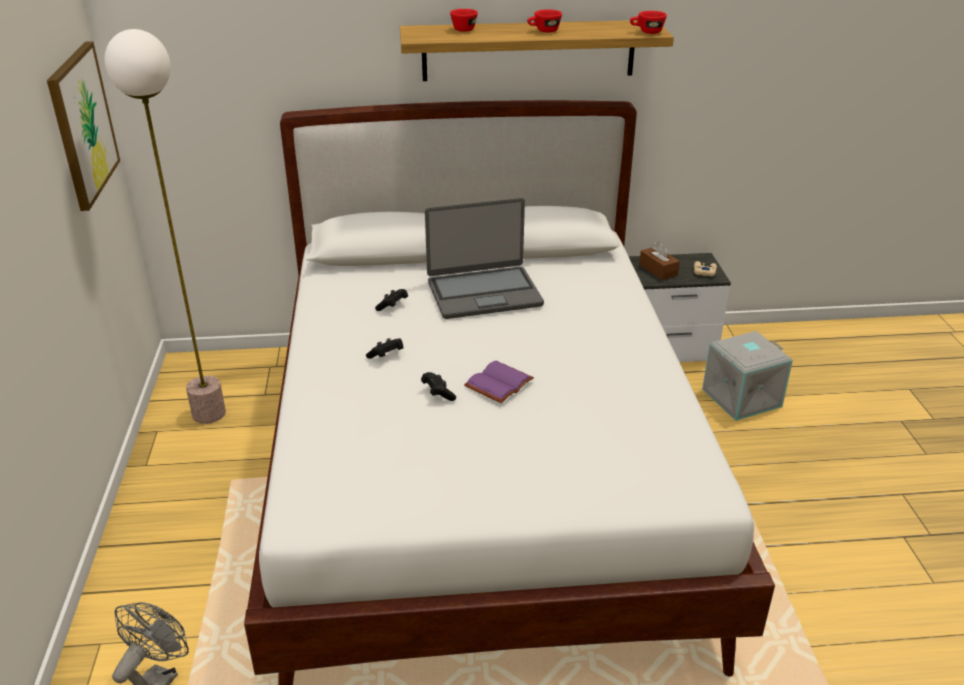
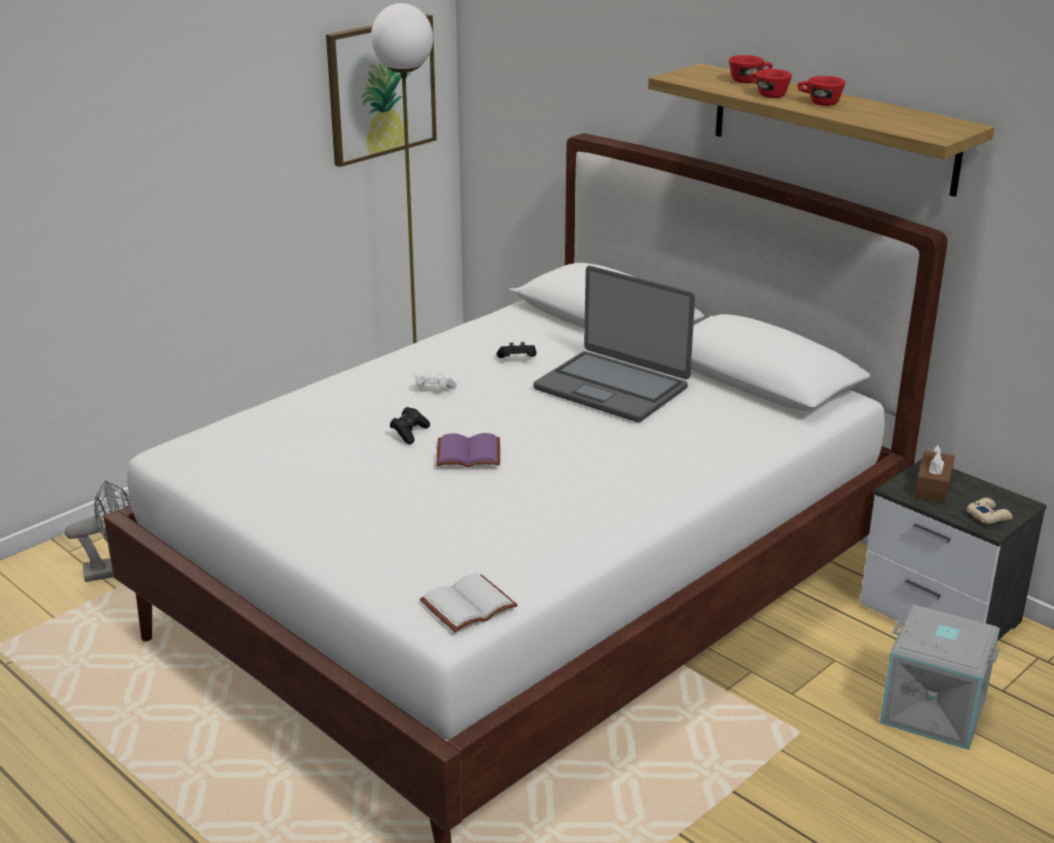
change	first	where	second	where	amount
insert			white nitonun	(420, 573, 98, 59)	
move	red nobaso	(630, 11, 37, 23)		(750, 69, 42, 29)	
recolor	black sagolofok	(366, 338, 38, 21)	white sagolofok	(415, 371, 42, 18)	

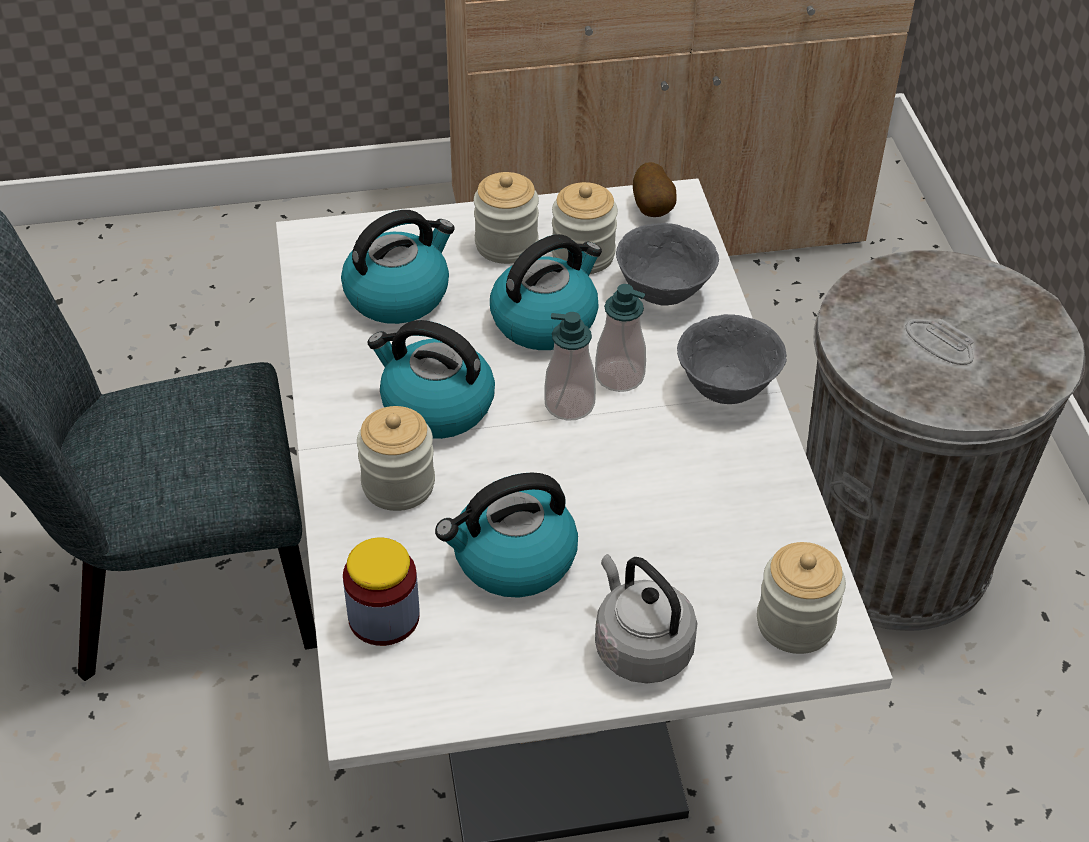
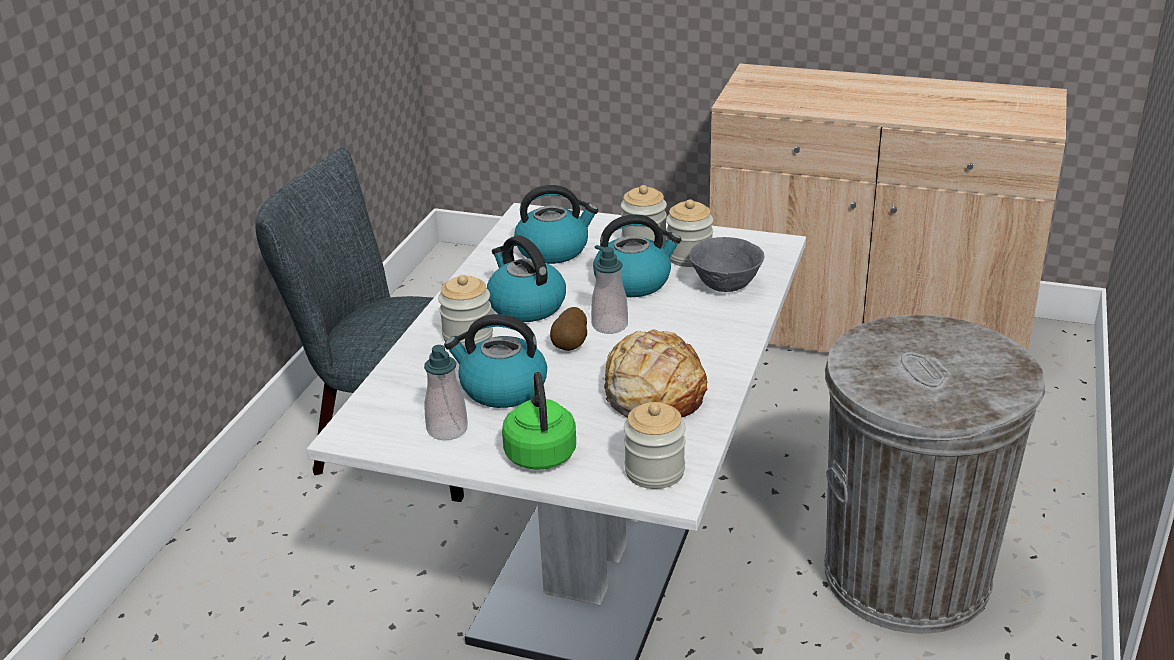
change	first	where	second	where	amount
delete	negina	(343, 538, 77, 108)			
delete	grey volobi	(677, 314, 110, 90)			
insert			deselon	(602, 329, 105, 89)	
move	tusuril	(595, 284, 51, 108)		(424, 345, 44, 95)	
move	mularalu	(633, 162, 44, 55)		(550, 307, 37, 44)	
recolor	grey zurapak	(595, 554, 103, 129)	green zurapak	(502, 372, 74, 98)	

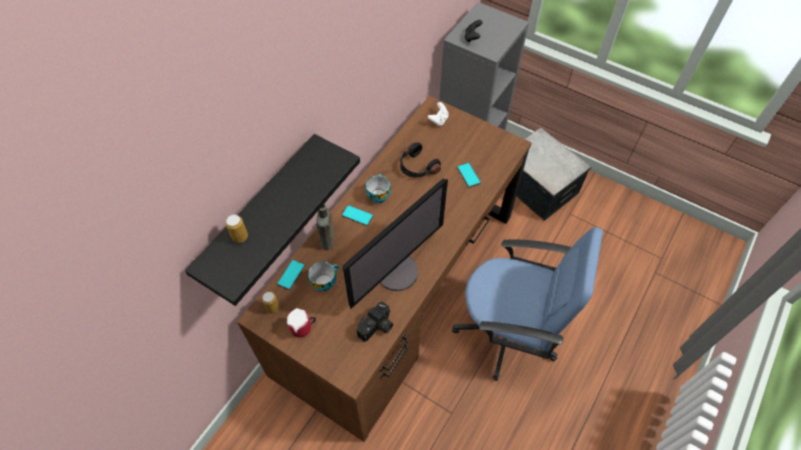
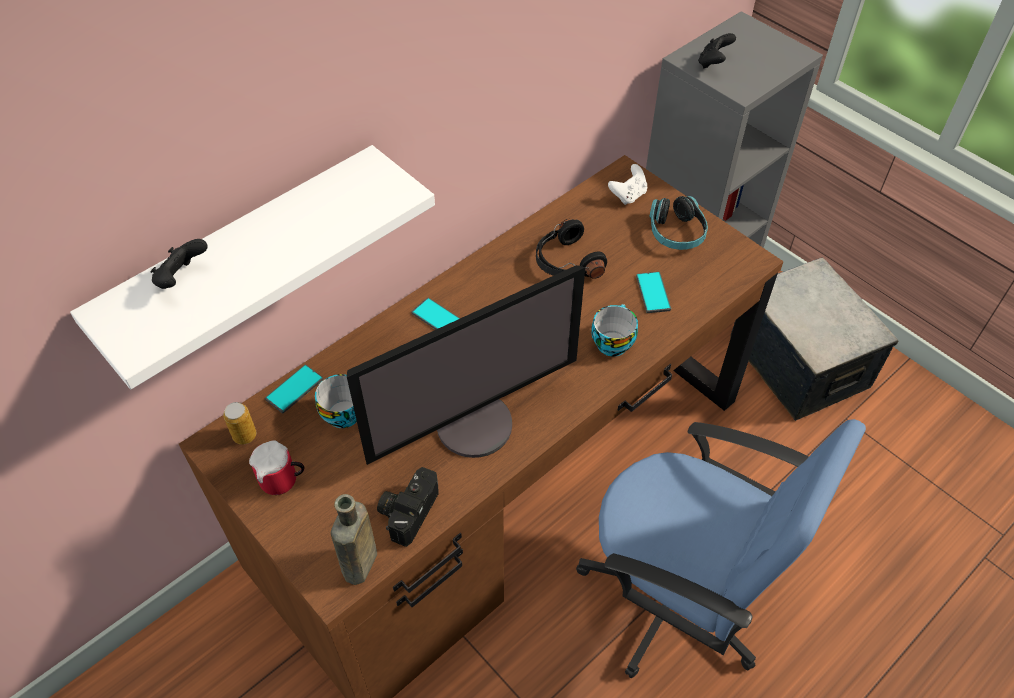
change	first	where	second	where	amount
insert			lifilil	(649, 196, 59, 54)	
move	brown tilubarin	(316, 203, 18, 47)		(331, 494, 46, 91)	
move	nobaso	(366, 174, 25, 29)		(591, 304, 47, 53)	
replace	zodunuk	(225, 214, 23, 29)	black sagolofok	(150, 239, 58, 50)	
recolor	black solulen	(185, 134, 175, 172)	white solulen	(70, 145, 365, 244)	
rotate	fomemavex	(357, 301, 36, 41)		(377, 467, 61, 80)	150 degrees clockwise

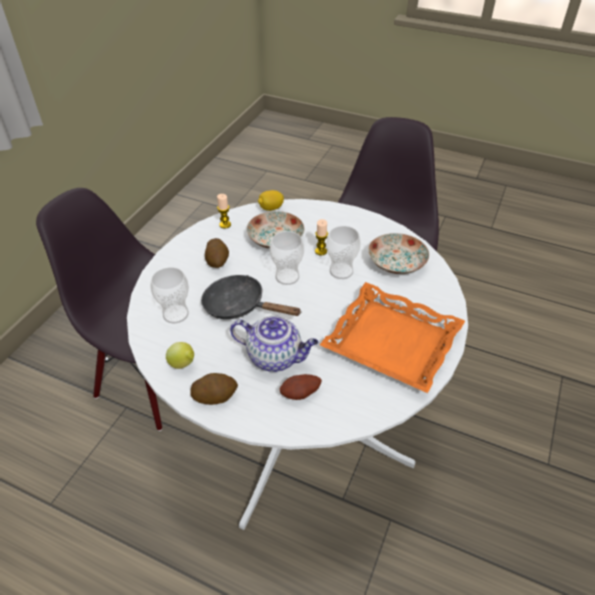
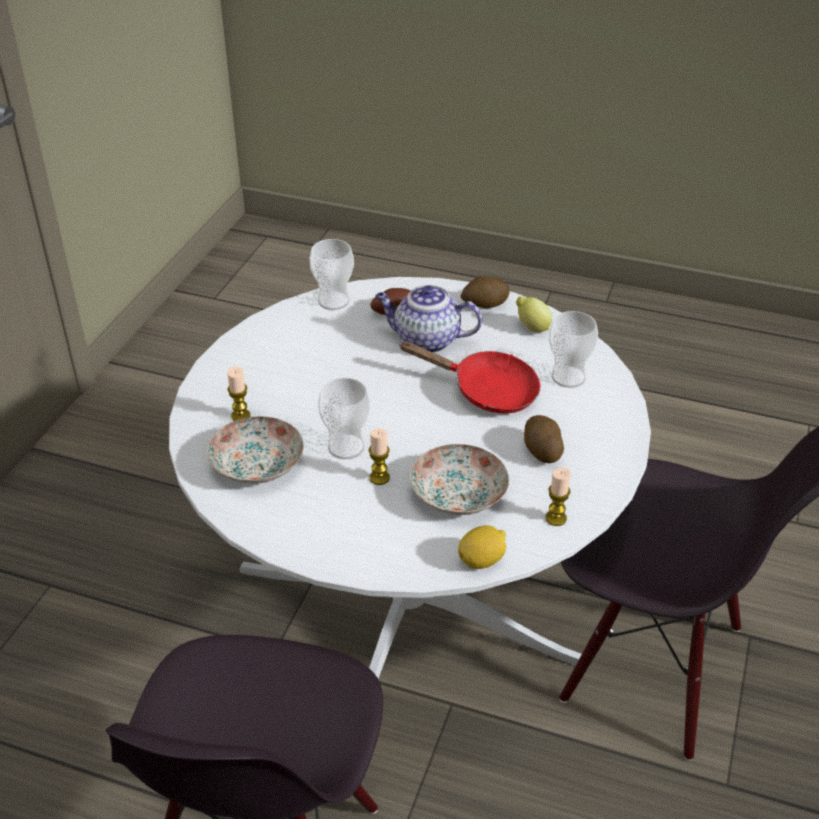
change	first	where	second	where	amount
delete	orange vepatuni	(320, 282, 145, 111)			
insert			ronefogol	(227, 367, 23, 54)	
move	nobaso	(270, 231, 34, 54)		(309, 239, 45, 71)	
recolor	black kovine	(201, 275, 101, 44)	red kovine	(399, 341, 141, 73)	

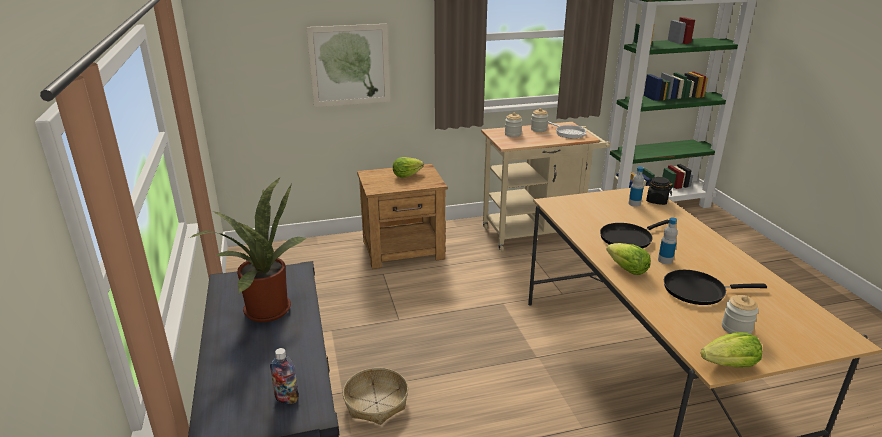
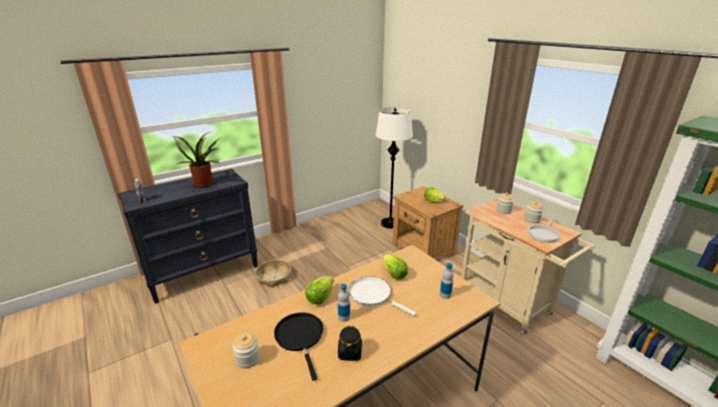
change	first	where	second	where	amount
delete	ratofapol	(306, 24, 84, 83)			
insert			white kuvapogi	(376, 107, 37, 121)	
move	black negina	(646, 177, 27, 28)		(338, 325, 24, 36)	
move	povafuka	(701, 332, 61, 35)		(383, 254, 25, 26)	
recolor	black kovine	(600, 219, 69, 29)	white kovine	(348, 276, 68, 40)	

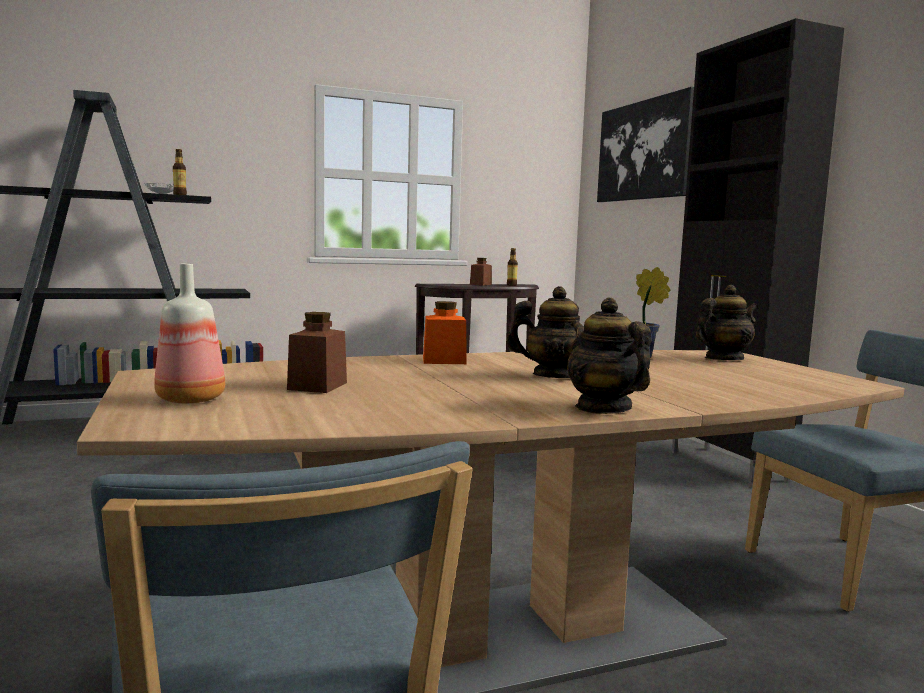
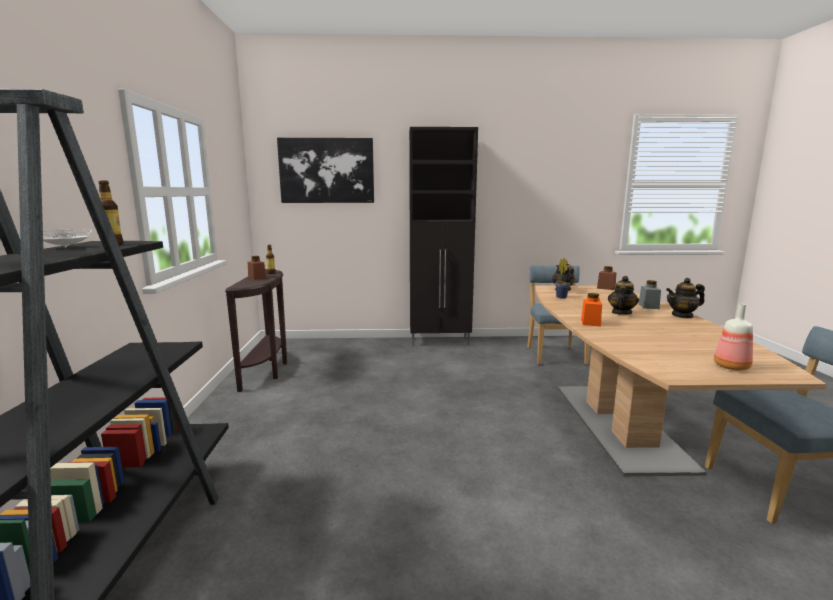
change	first	where	second	where	amount
insert			grey negina	(638, 280, 23, 29)	
move	brown negina	(287, 312, 60, 81)		(597, 266, 19, 24)	

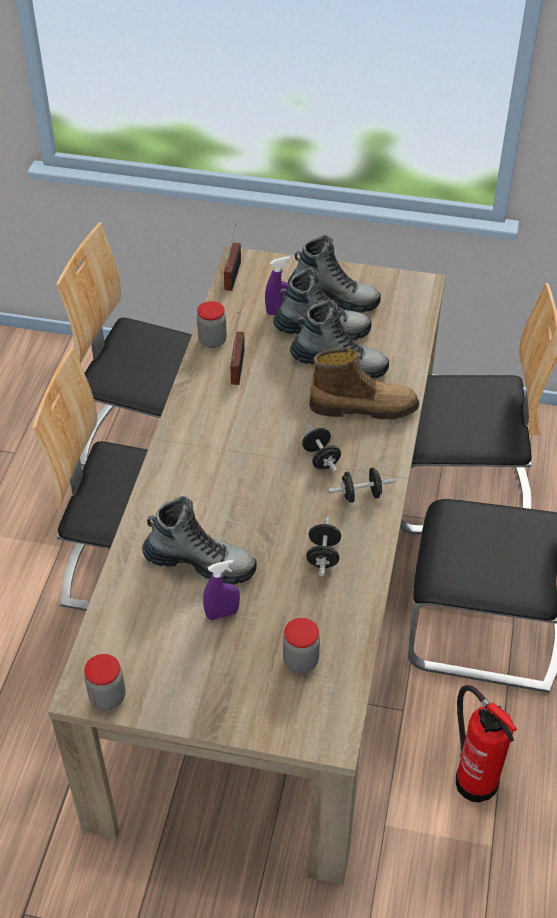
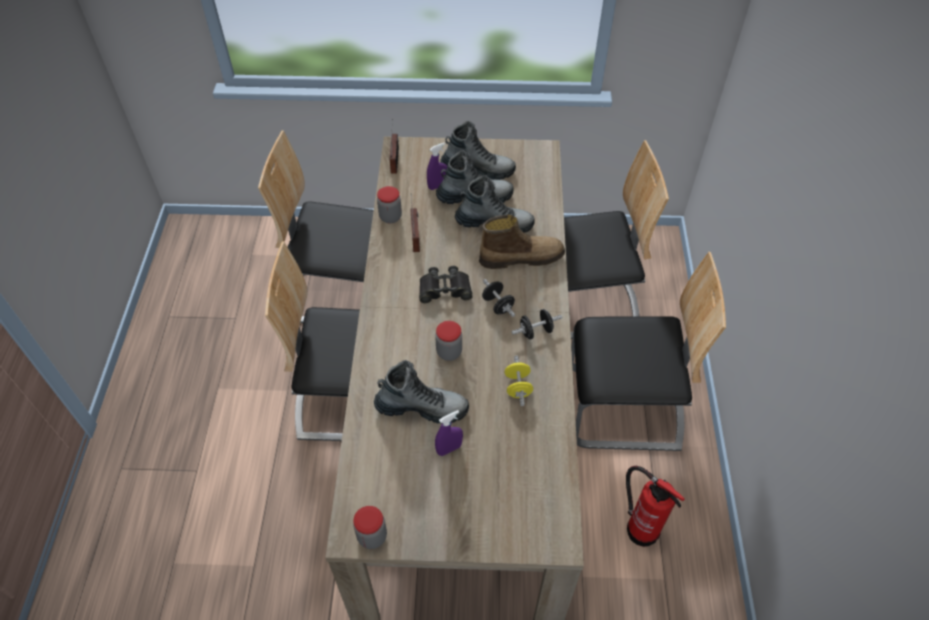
change	first	where	second	where	amount
insert			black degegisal	(419, 266, 54, 37)	
move	negina	(283, 618, 37, 55)		(435, 321, 27, 40)	
recolor	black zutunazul	(306, 517, 35, 59)	yellow zutunazul	(505, 356, 28, 50)	

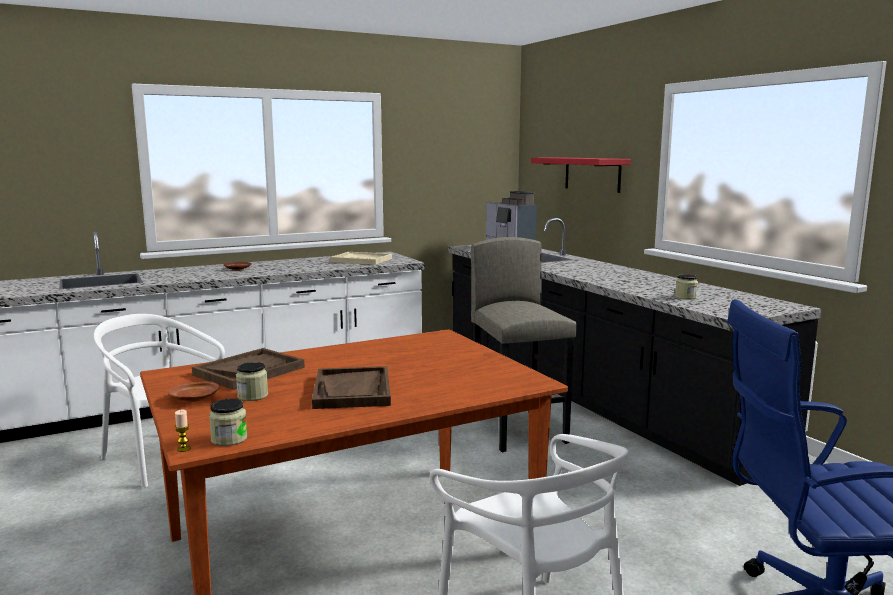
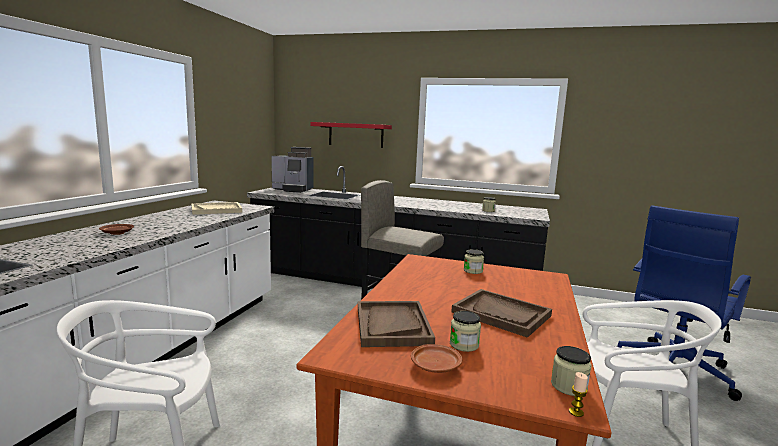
change	first	where	second	where	amount
insert			negina	(464, 249, 20, 25)	

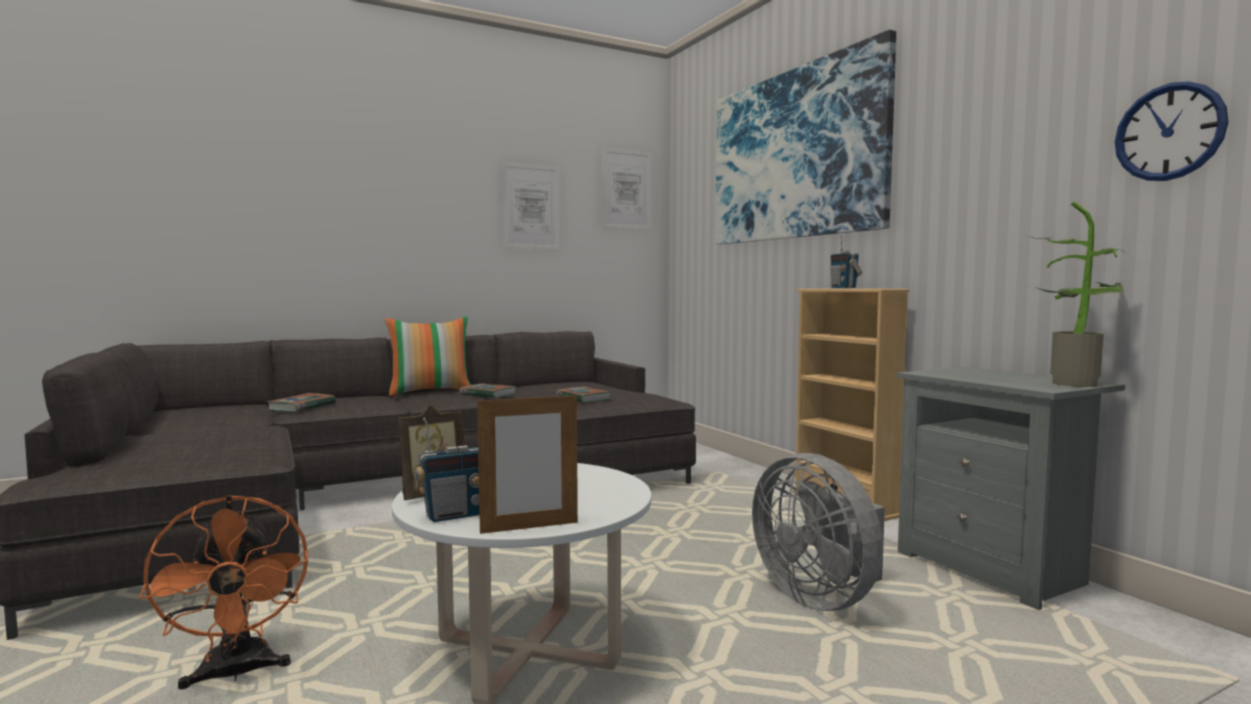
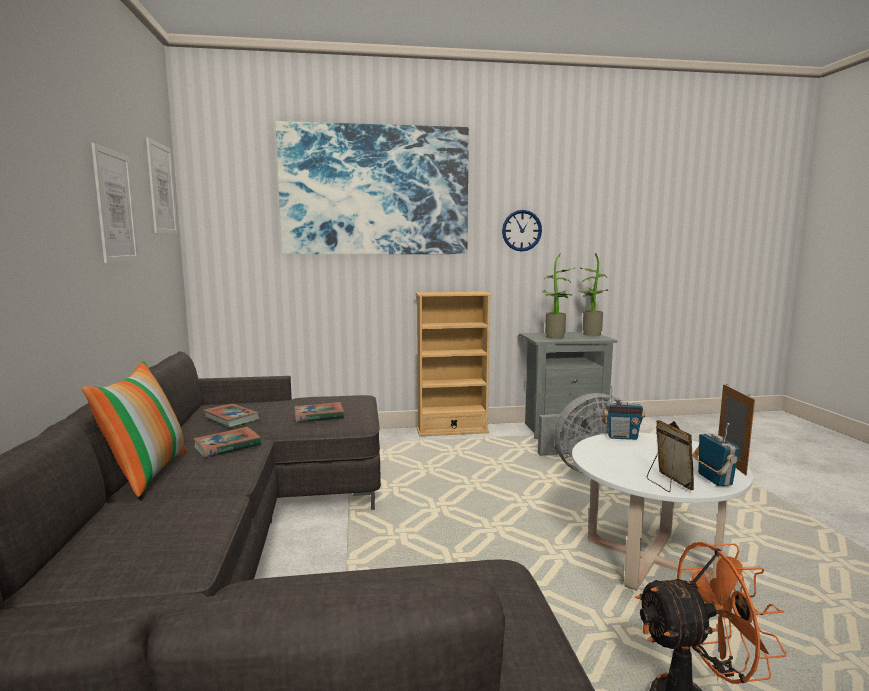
change	first	where	second	where	amount
insert			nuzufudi	(542, 253, 34, 86)	
move	nitonun	(267, 393, 69, 19)		(203, 404, 57, 24)	
move	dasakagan	(831, 236, 31, 52)		(603, 385, 42, 55)	
move	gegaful	(1115, 81, 114, 100)		(502, 210, 40, 42)	

